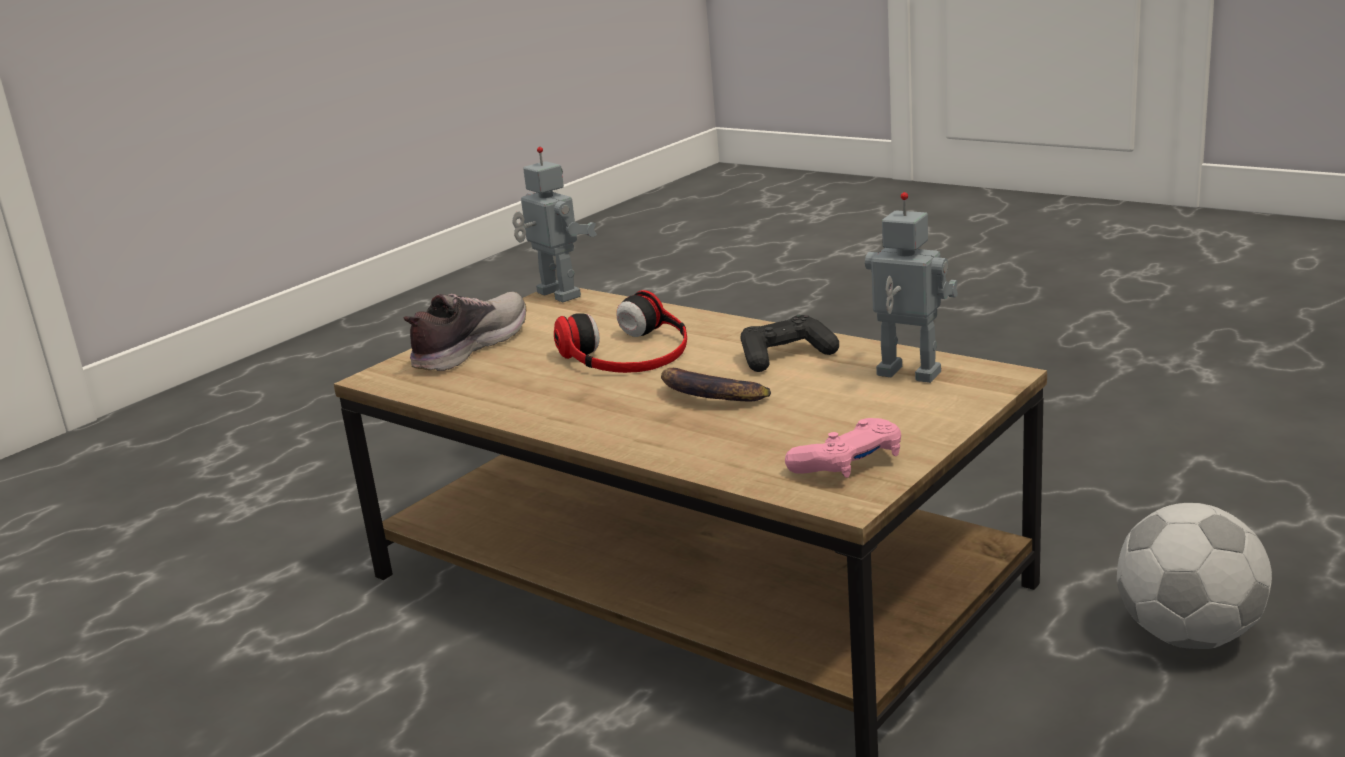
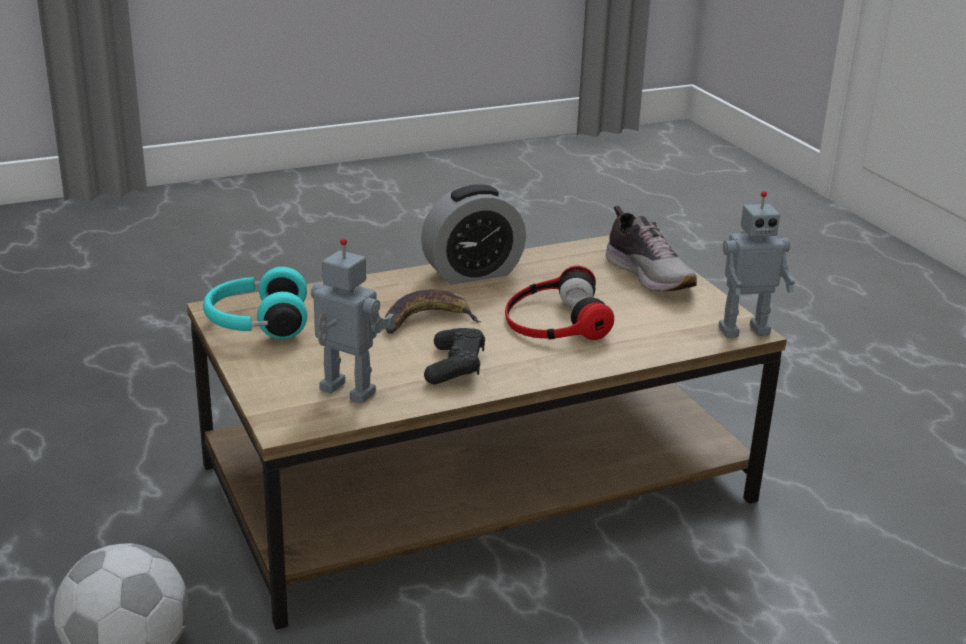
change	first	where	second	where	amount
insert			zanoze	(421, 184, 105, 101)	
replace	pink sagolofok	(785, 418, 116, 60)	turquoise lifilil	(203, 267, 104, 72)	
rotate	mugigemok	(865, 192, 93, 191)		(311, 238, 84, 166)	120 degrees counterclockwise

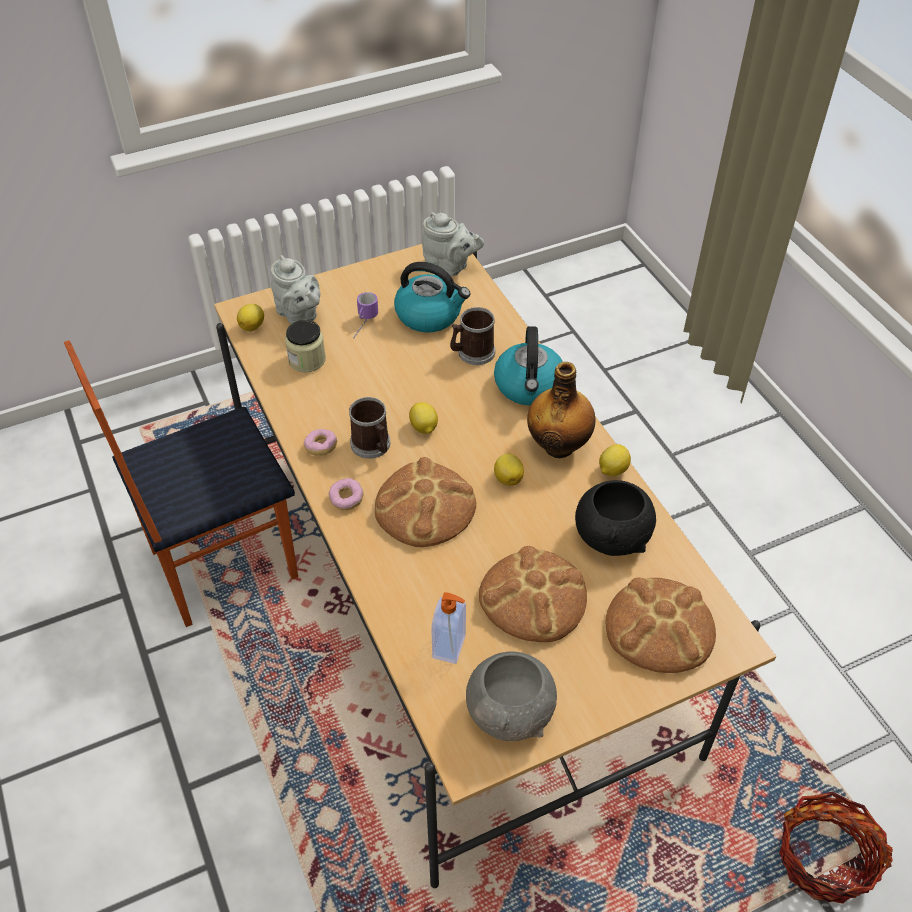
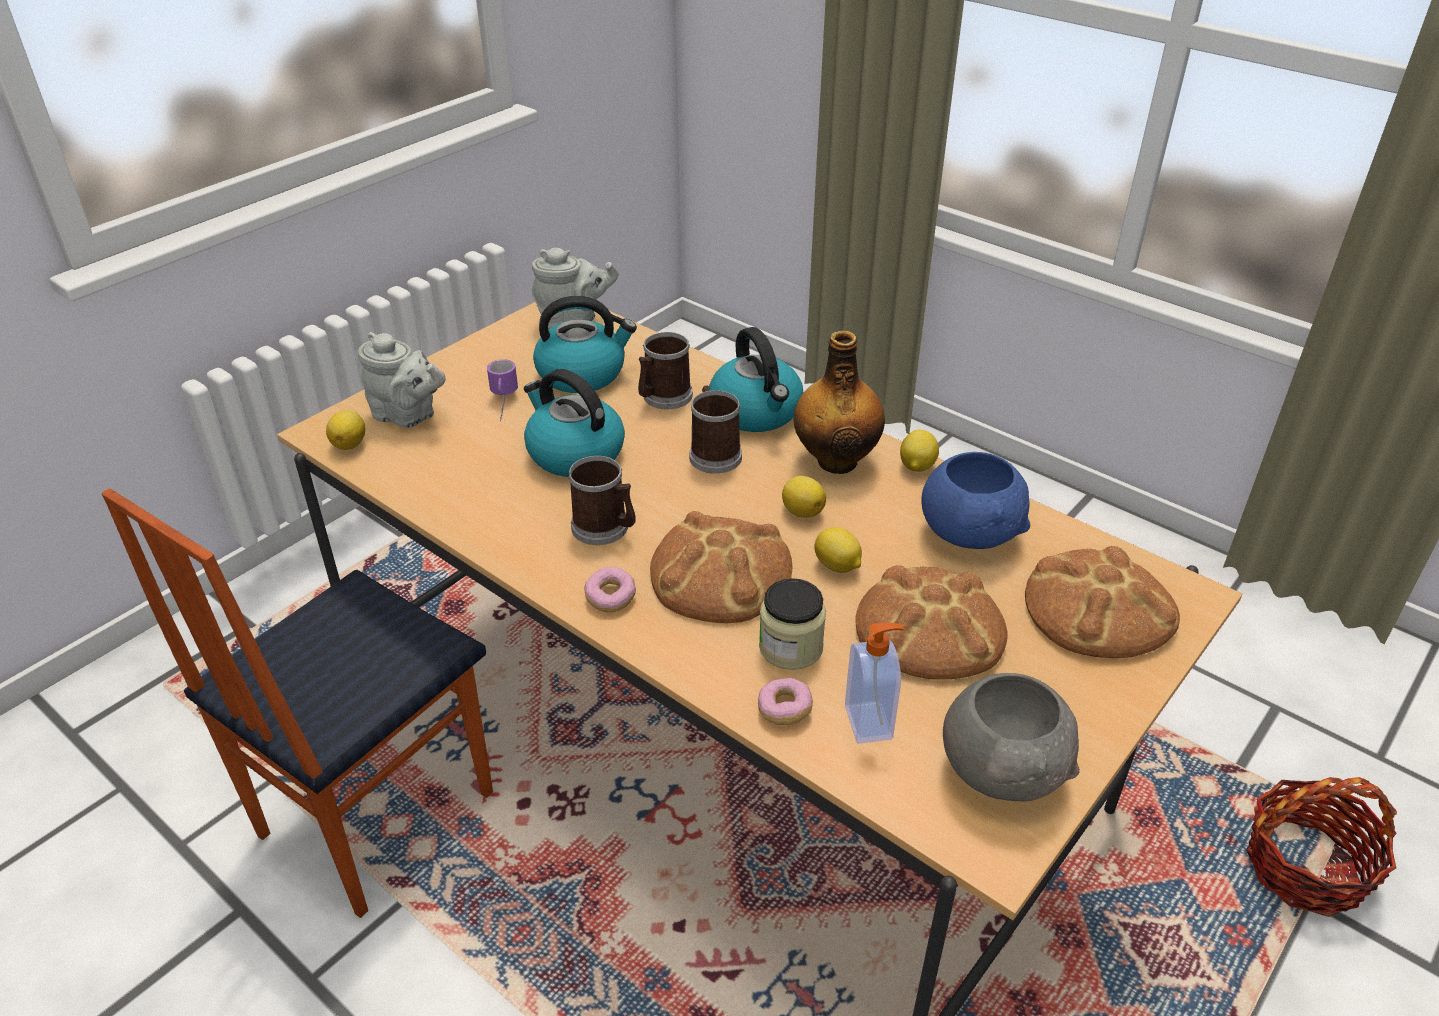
change	first	where	second	where	amount
insert			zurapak	(524, 369, 101, 108)	
insert			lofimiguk	(689, 385, 53, 89)	
move	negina	(285, 320, 41, 52)		(759, 578, 67, 92)	
move	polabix	(304, 429, 33, 27)		(758, 678, 55, 47)	
move	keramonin	(409, 402, 29, 32)		(814, 527, 48, 46)	
recolor	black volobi	(575, 480, 81, 76)	blue volobi	(921, 452, 109, 97)	

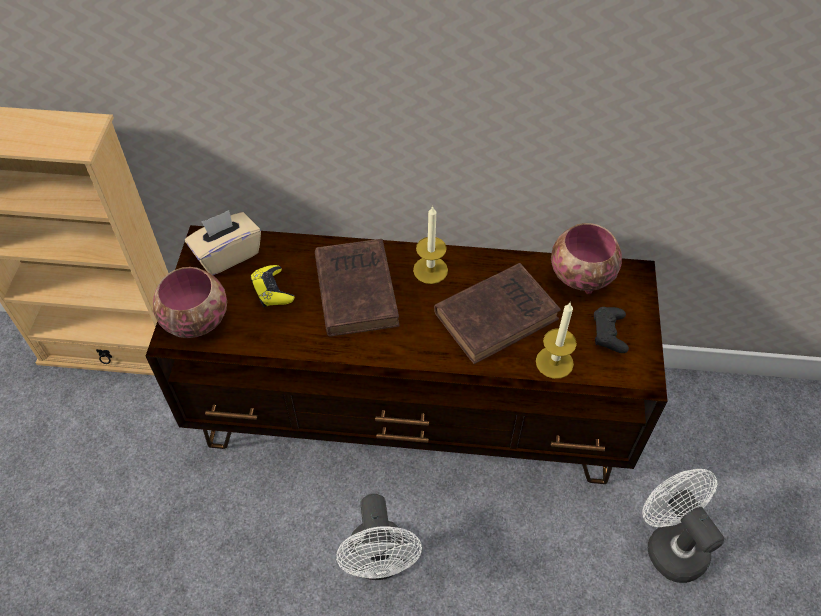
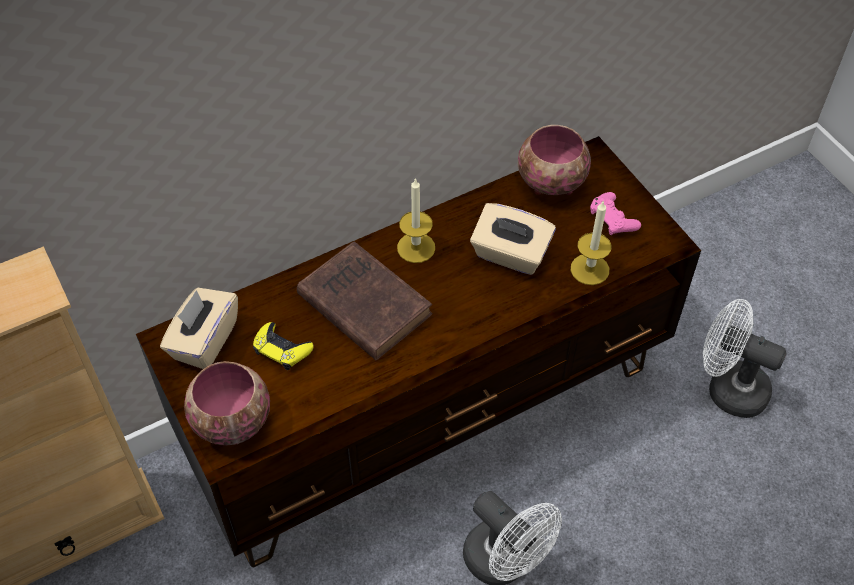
change	first	where	second	where	amount
replace	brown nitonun	(434, 263, 127, 101)	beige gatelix	(470, 203, 86, 72)	
recolor	black sagolofok	(594, 307, 35, 46)	pink sagolofok	(590, 192, 51, 43)	

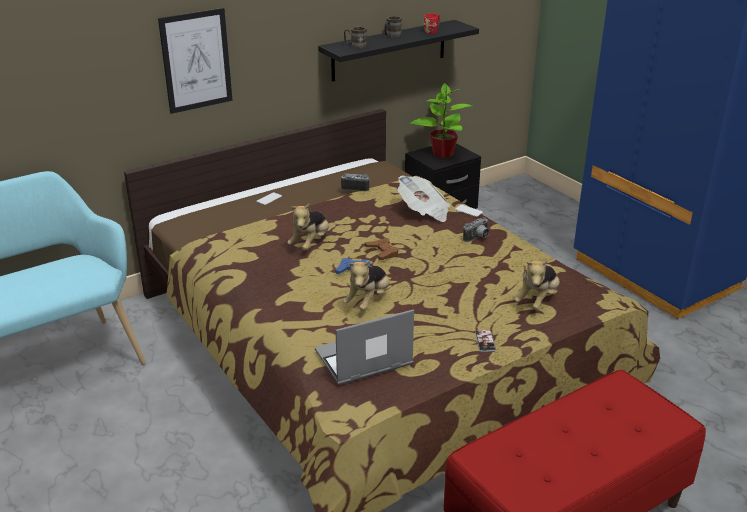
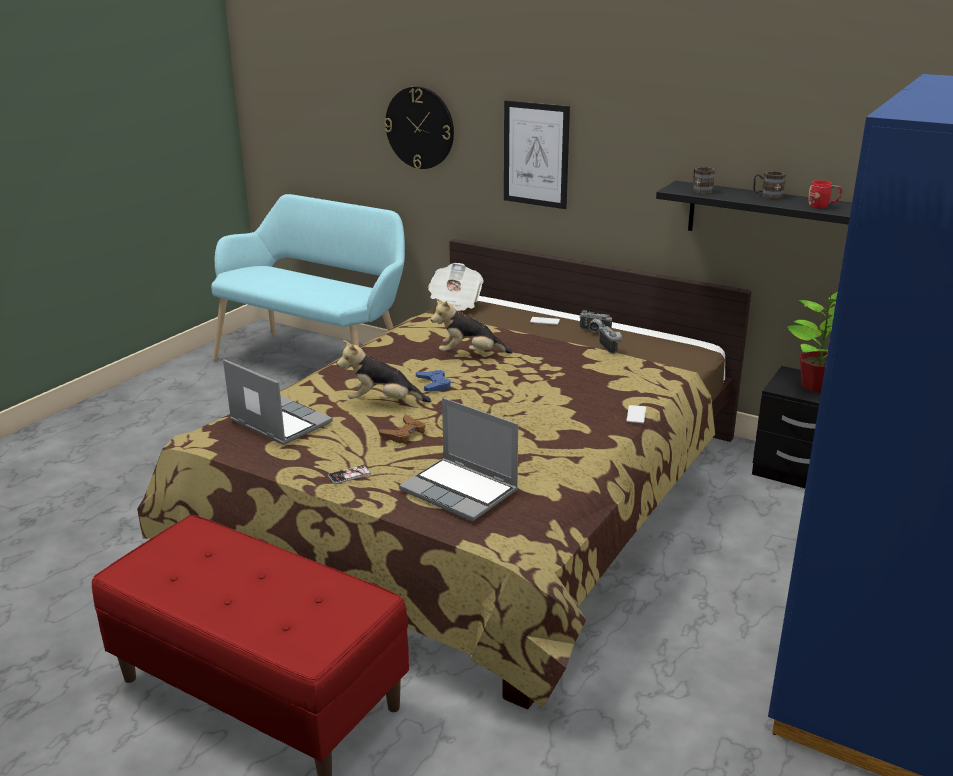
change	first	where	second	where	amount
insert			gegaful	(384, 86, 70, 83)	
move	brown sagolofok	(365, 238, 33, 22)		(379, 415, 46, 29)	
move	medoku	(397, 175, 53, 47)		(428, 263, 56, 48)	
move	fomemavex	(463, 217, 26, 25)		(579, 310, 33, 22)	
replace	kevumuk	(515, 260, 45, 50)	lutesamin	(399, 398, 119, 123)	

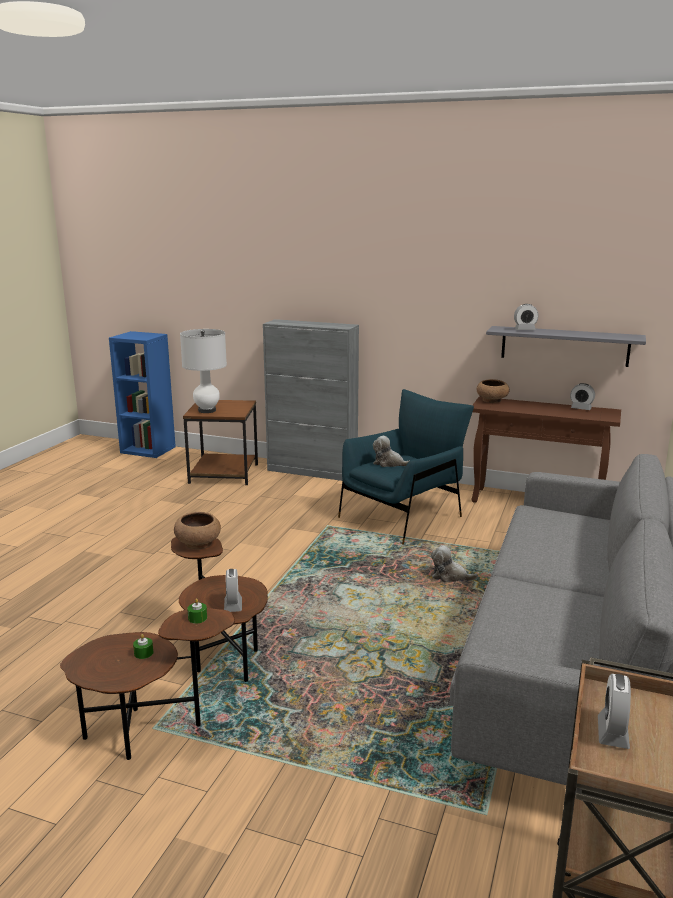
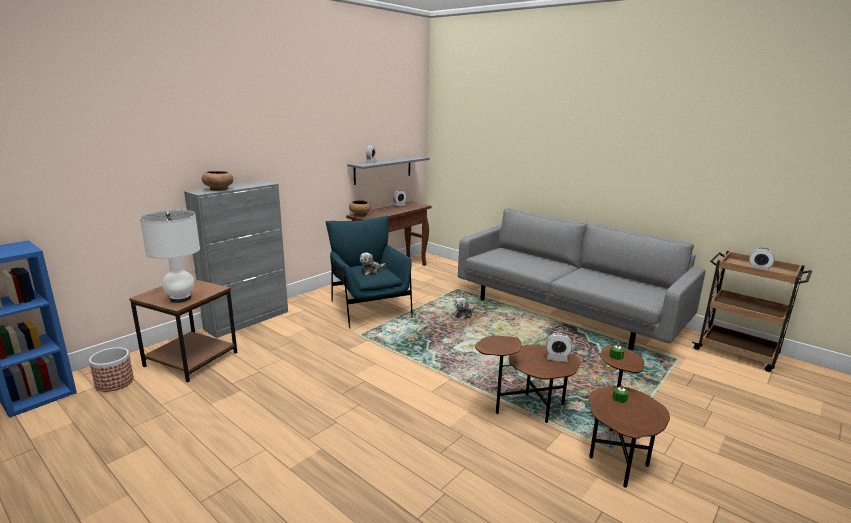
change	first	where	second	where	amount
insert			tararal	(89, 347, 45, 45)	
move	brown volobi	(174, 512, 47, 37)		(202, 171, 31, 20)	

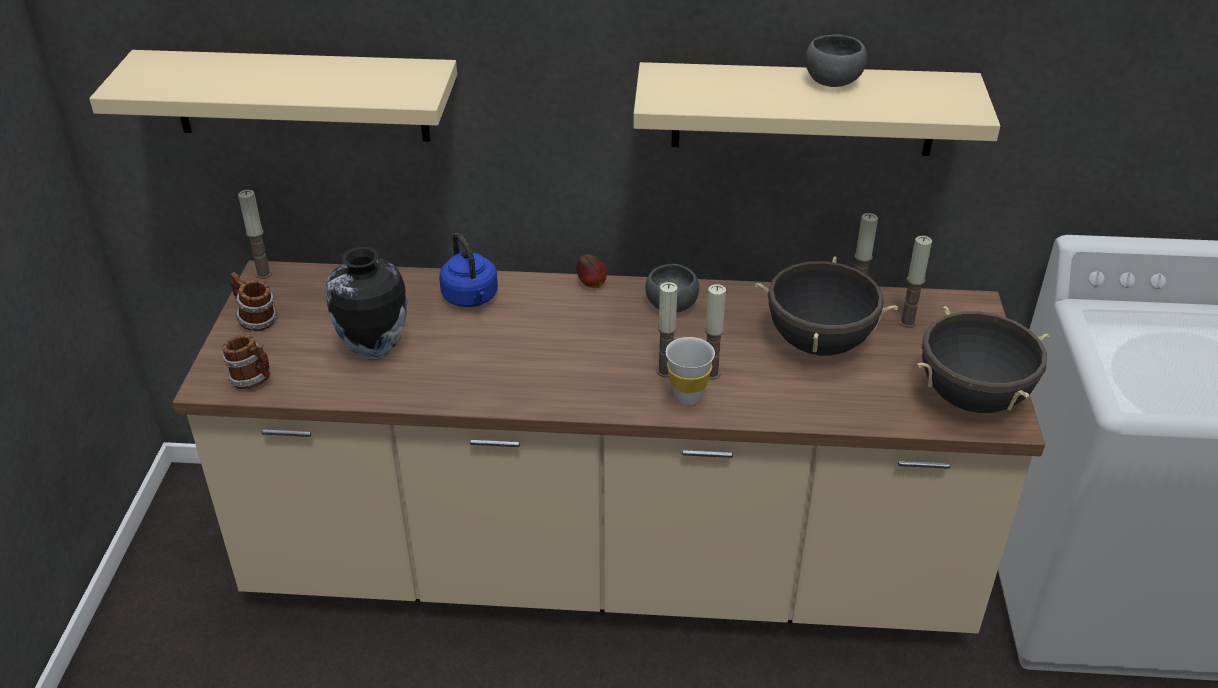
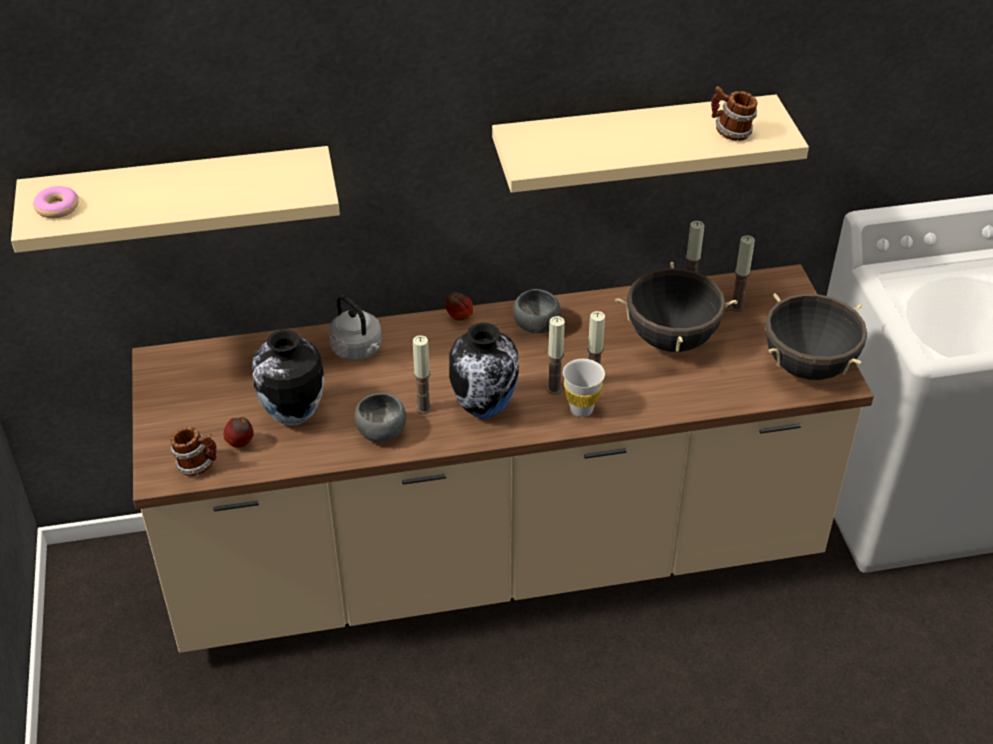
change	first	where	second	where	amount
insert			polabix	(33, 186, 46, 32)	
insert			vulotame	(224, 417, 30, 31)	
insert			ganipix	(449, 323, 70, 96)	
move	lofimiguk	(230, 272, 47, 59)		(711, 86, 46, 55)	
move	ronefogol	(238, 190, 34, 89)		(413, 335, 19, 79)	
move	grey volobi	(805, 34, 62, 53)		(354, 393, 52, 49)	
recolor	blue zurapak	(439, 233, 59, 74)	grey zurapak	(329, 296, 53, 64)	

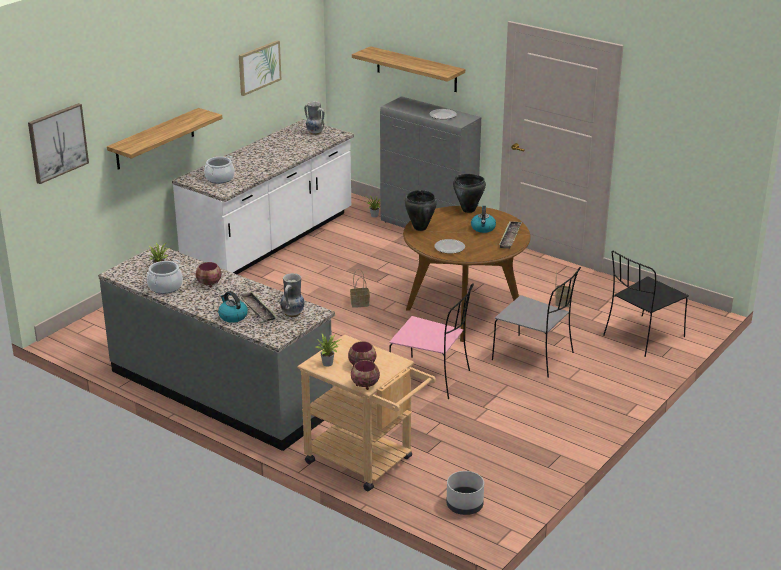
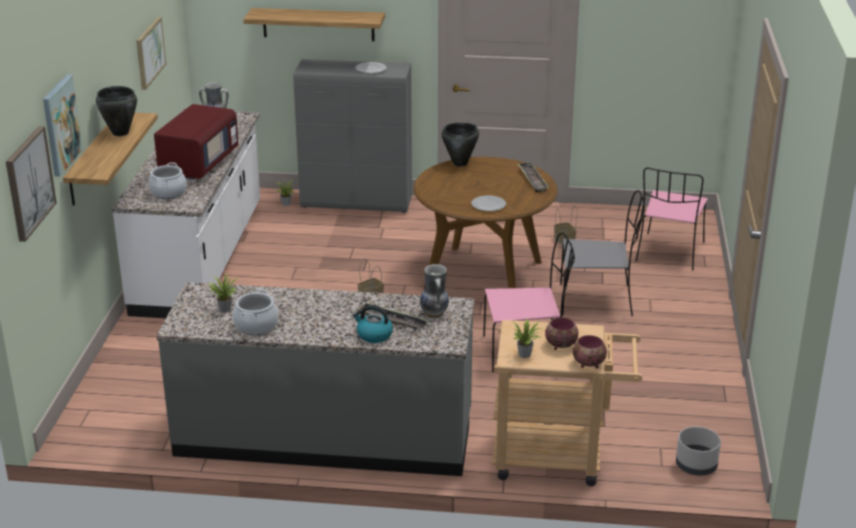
change	first	where	second	where	amount
delete	volobi	(196, 262, 26, 25)			
delete	zurapak	(471, 206, 25, 27)			
insert			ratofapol	(43, 75, 40, 102)	
insert			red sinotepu	(154, 104, 85, 75)	
move	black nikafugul	(405, 190, 32, 41)		(96, 86, 41, 50)	
recolor	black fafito	(603, 251, 86, 106)	pink fafito	(636, 168, 72, 103)	

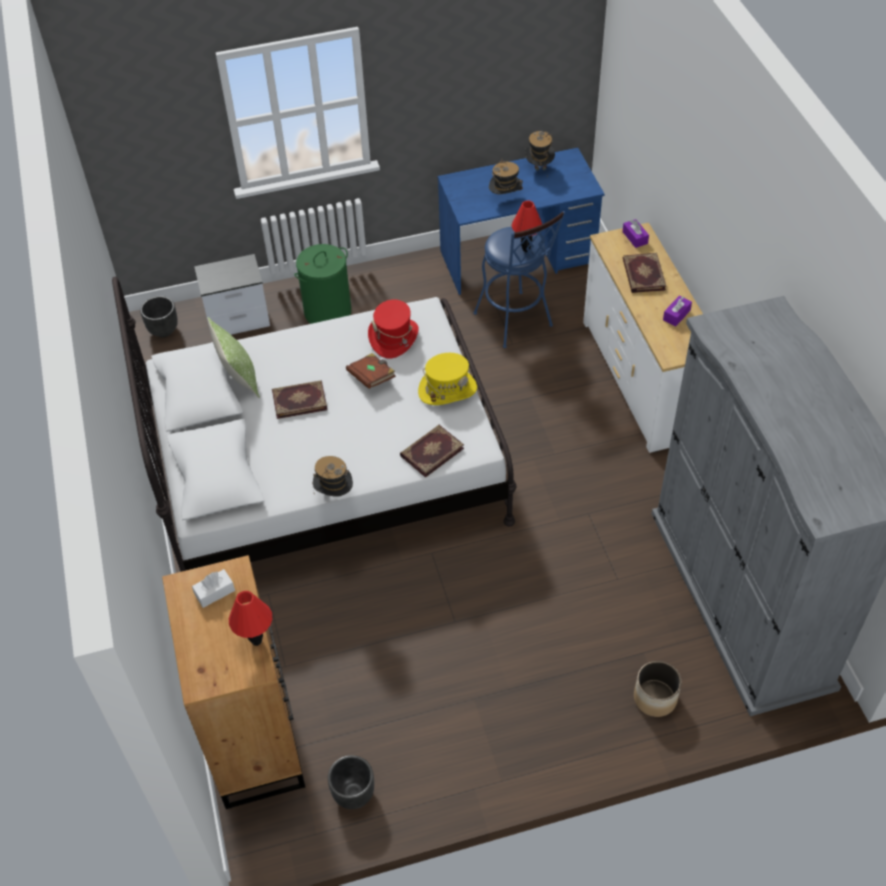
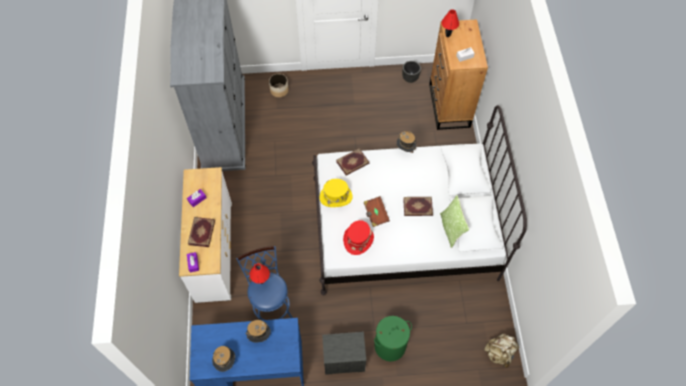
change	first	where	second	where	amount
move	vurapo	(194, 254, 76, 81)		(322, 332, 44, 43)	
replace	black tararal	(140, 296, 38, 41)	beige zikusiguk	(484, 334, 36, 34)	

